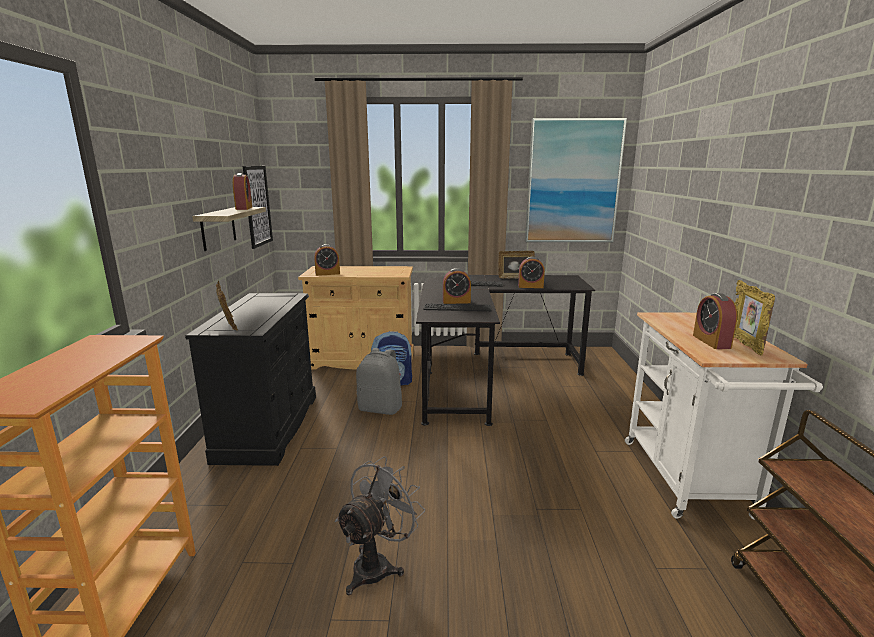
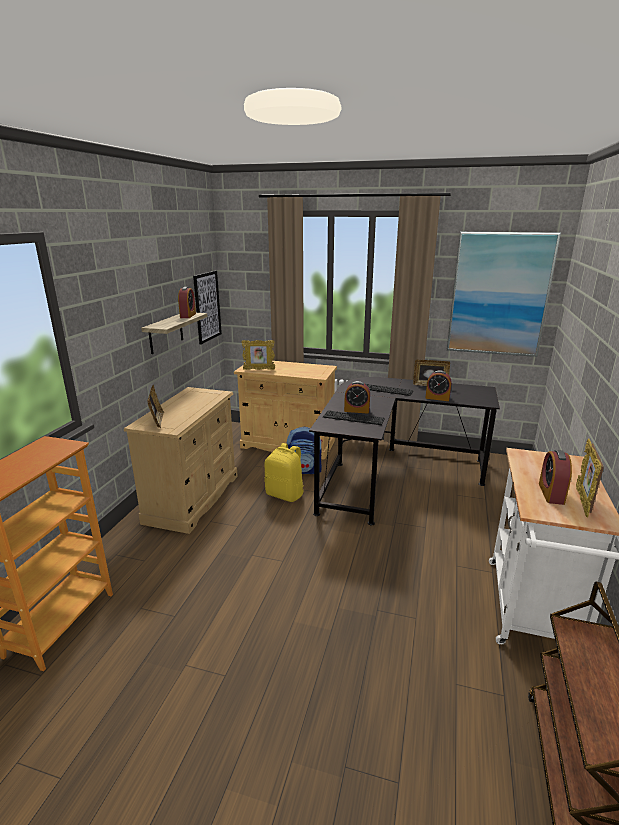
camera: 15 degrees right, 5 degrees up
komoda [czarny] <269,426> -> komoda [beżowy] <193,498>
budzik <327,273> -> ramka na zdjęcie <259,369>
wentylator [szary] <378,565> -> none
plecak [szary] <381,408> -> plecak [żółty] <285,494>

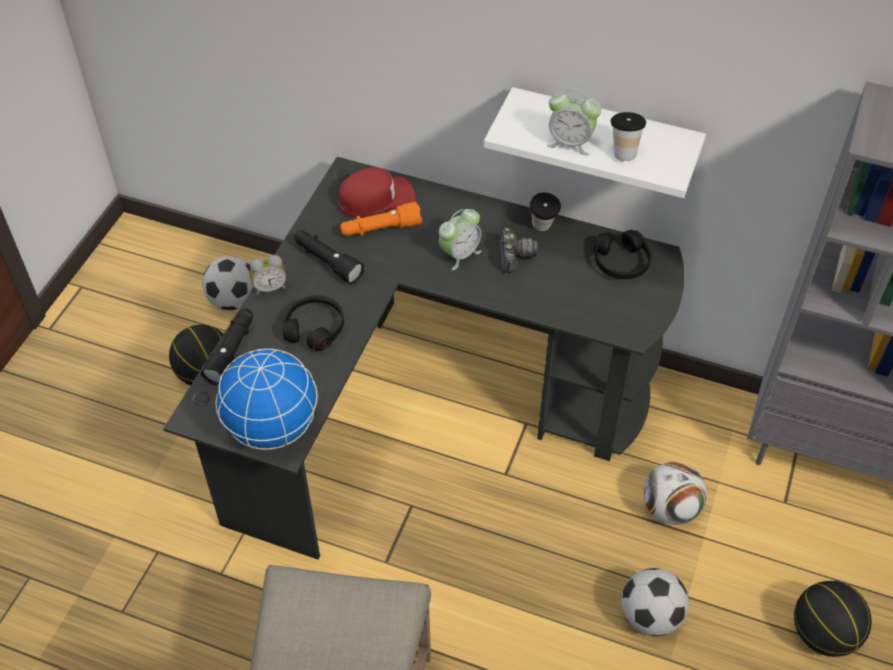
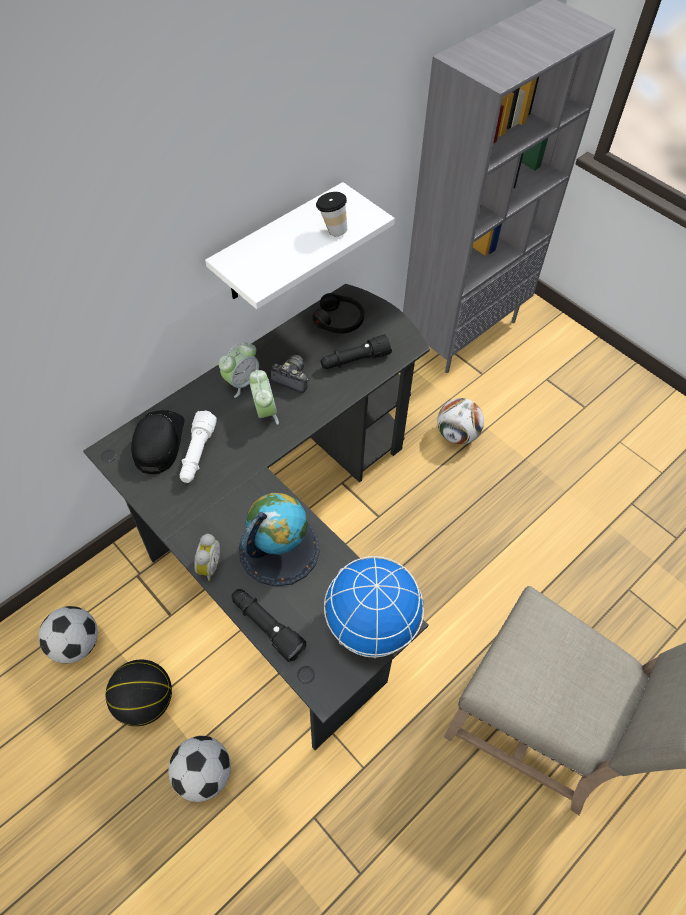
camera: 65 degrees left, 5 degrees up
słuchawki [czarny] <315,328> -> globus <279,548>
latarka [czarny] <327,262> -> latarka [czarny] <354,360>, shifted
czapka z daszkiem [czerwony] <376,198> -> czapka z daszkiem [czarny] <158,442>
latarka [pomarańczowy] <380,229> -> latarka [biały] <197,454>
filiżanka <542,229> -> none
budzik <570,143> -> budzik <242,382>, shifted
piłka futbolowa <650,616> -> piłka futbolowa <203,774>, shifted
piłka do koszykówki <823,634> -> none

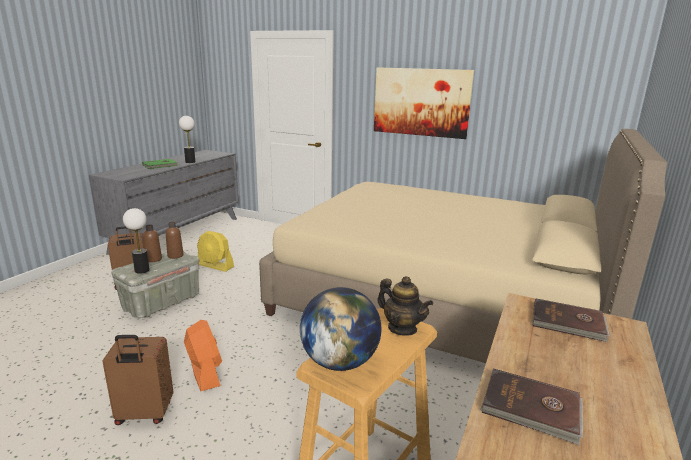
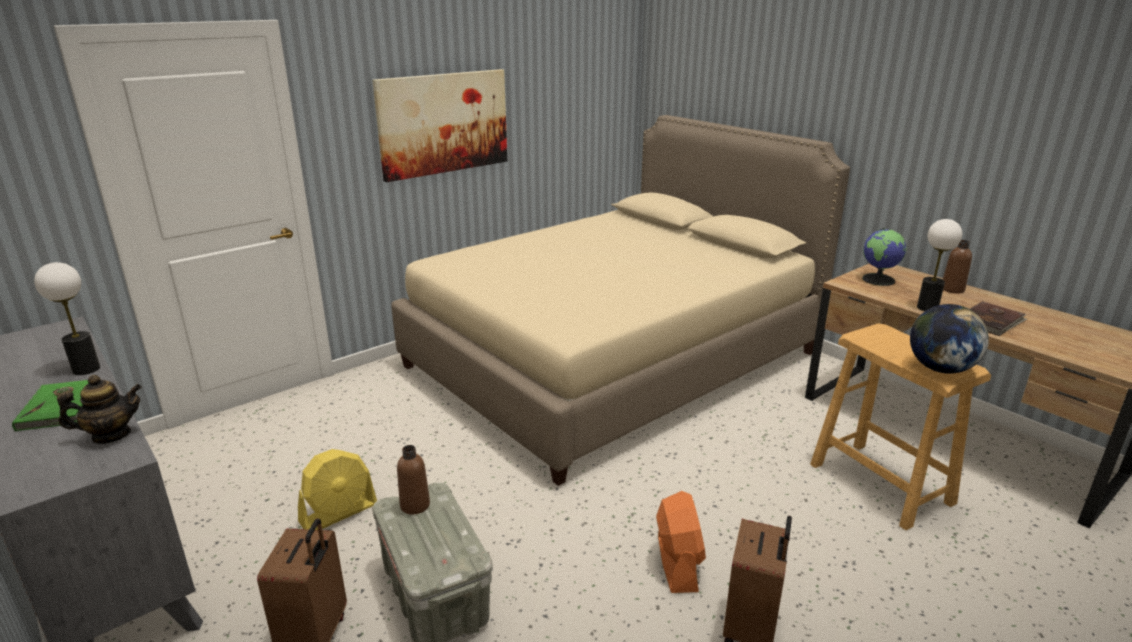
camera: 65 degrees left, 5 degrees up
lampa stołowa <142,270> -> lampa stołowa <927,308>, shifted
butelka [brązowy] <153,259> -> butelka [brązowy] <952,289>, shifted
wentylator [pomarańczowy] <205,372> -> wentylator [pomarańczowy] <677,563>, 90 degrees clockwise
imbryk <402,328> -> imbryk <111,435>, shifted
książka [brązowy] <568,323> -> globus <879,279>

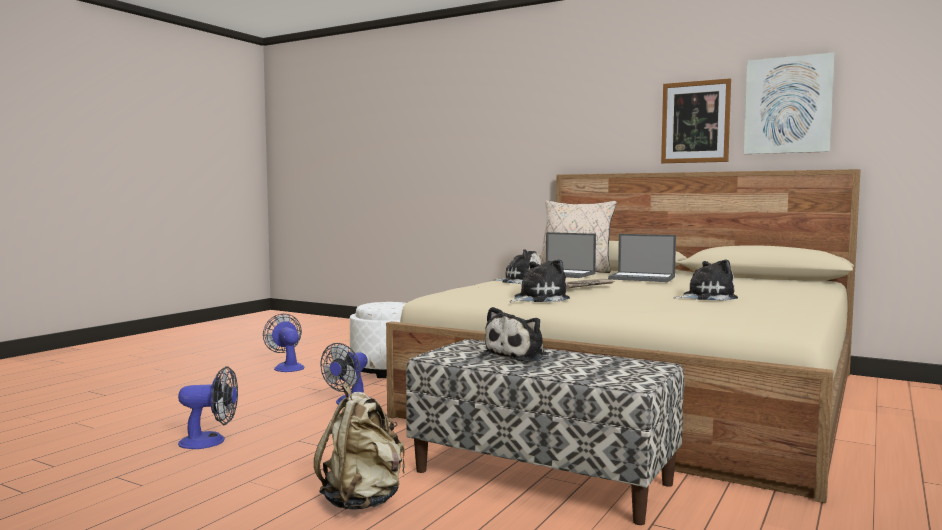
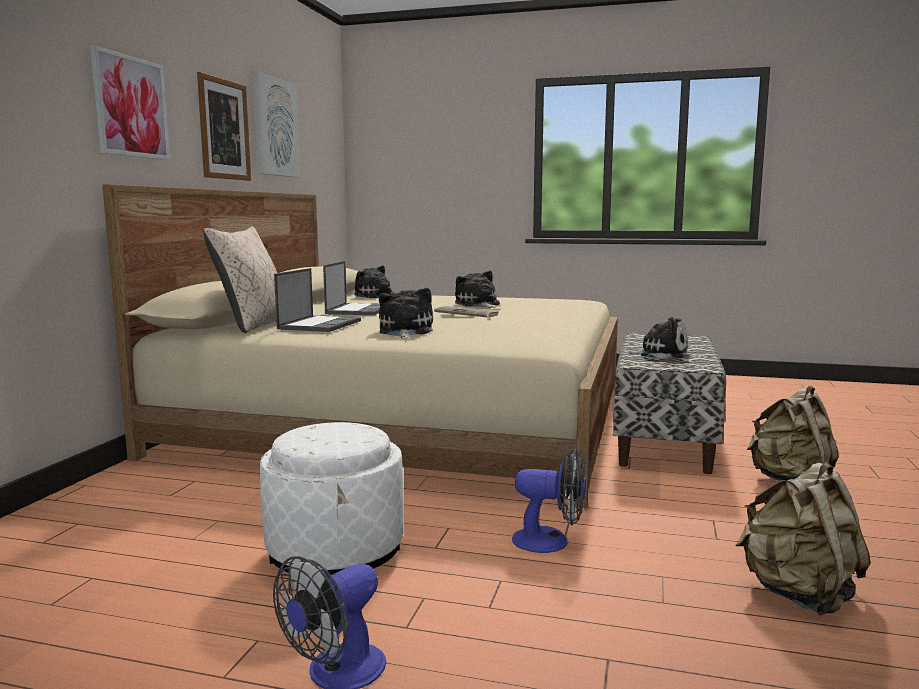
camera: 105 degrees left, 5 degrees up
wentylator <210,441> -> plecak [beżowy] <798,594>
pluszak <538,299> -> pluszak <376,296>, shifted
none -> obraz <131,107>

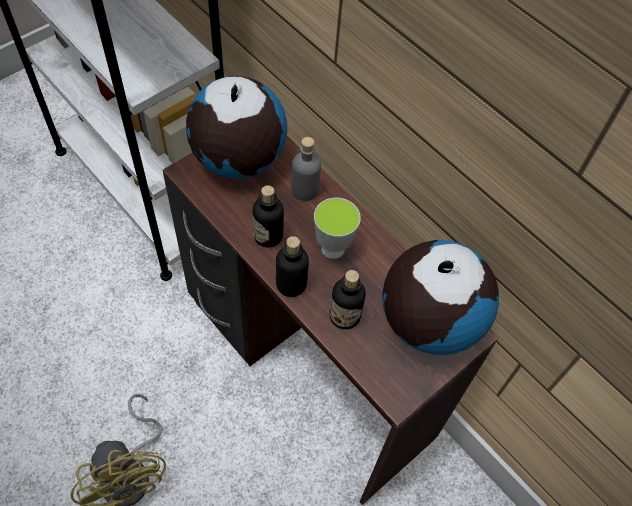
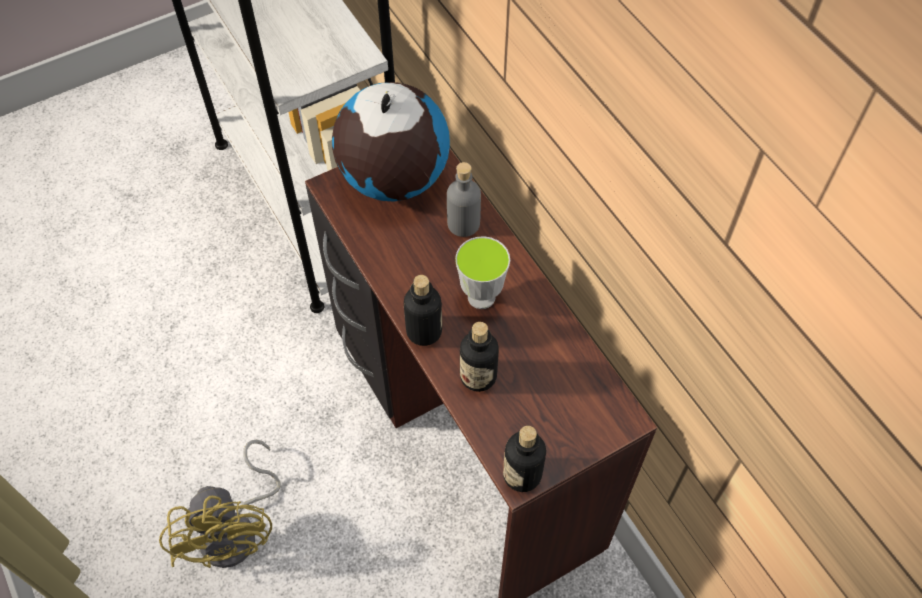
camera: 15 degrees right, 0 degrees up
butelka <268,236> -> butelka <522,474>, shifted
globus <428,321> -> none

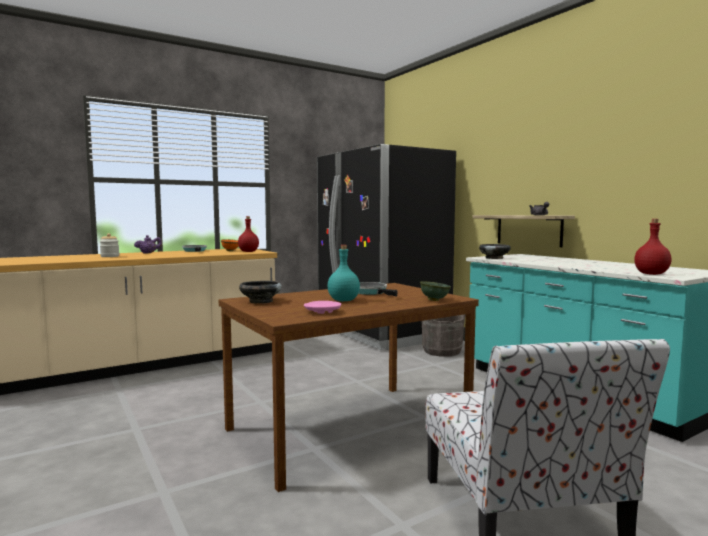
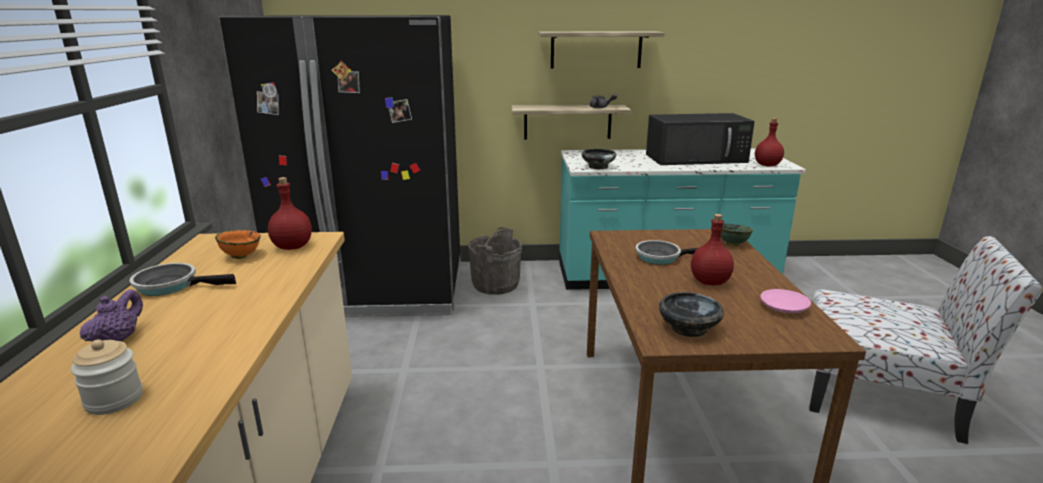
camera: 60 degrees left, 15 degrees up
butelka [turkusowy] <344,300> -> butelka [czerwony] <709,281>
none -> półka <596,49>
none -> mikrofalówka [czarny] <697,158>

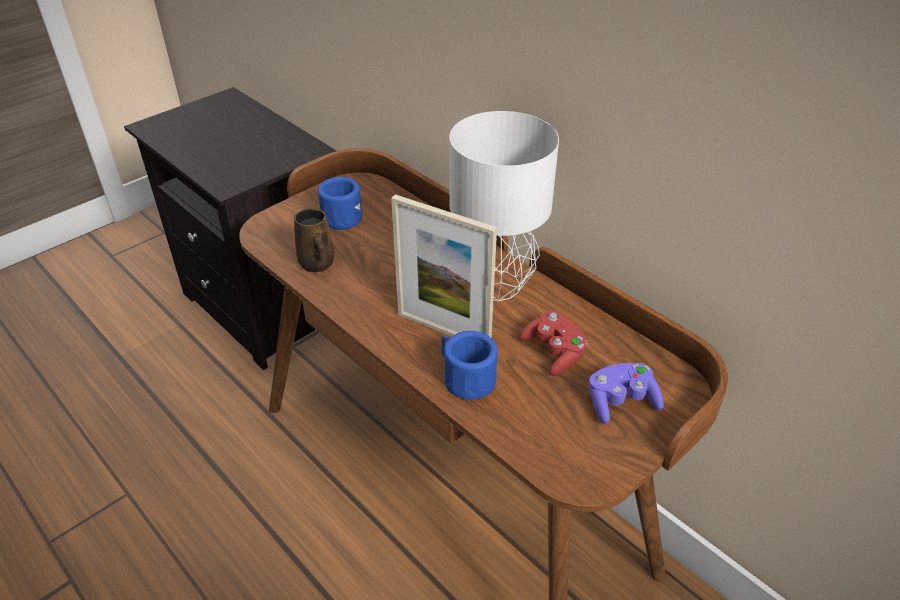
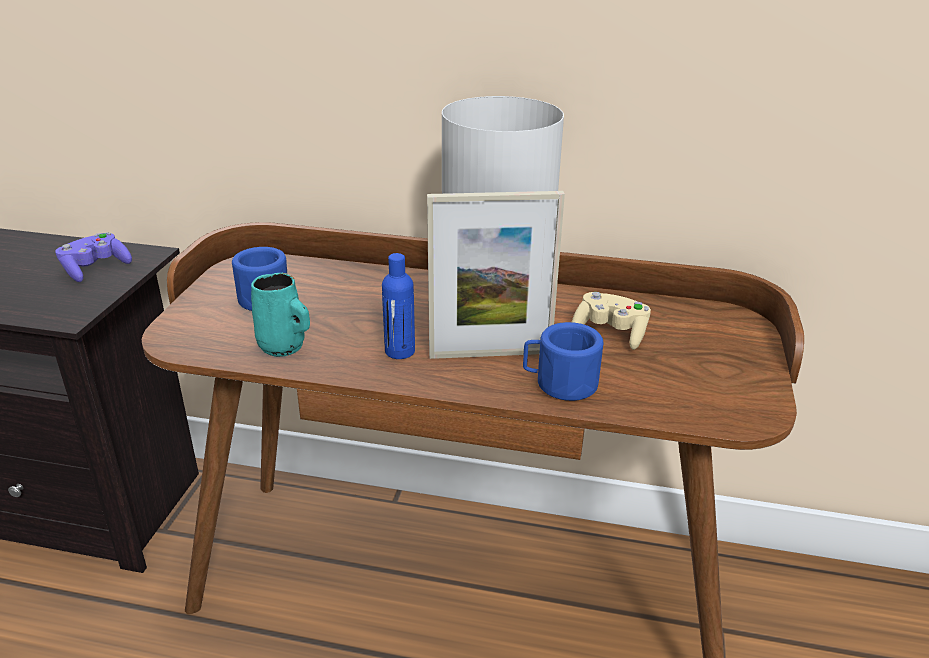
camera: 35 degrees left, 10 degrees down
kubek [brązowy] <317,264> -> kubek [turkusowy] <284,347>
pad do gier [czerwony] <554,352> -> pad do gier [beżowy] <610,333>
pad do gier [fioletowy] <621,402> -> pad do gier [fioletowy] <95,269>, shifted
none -> butelka [niebieski] <400,351>

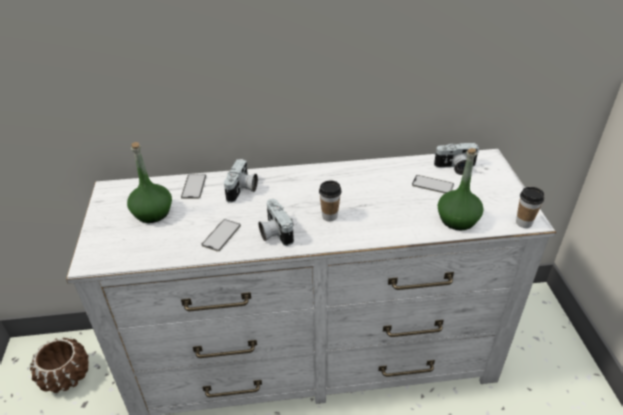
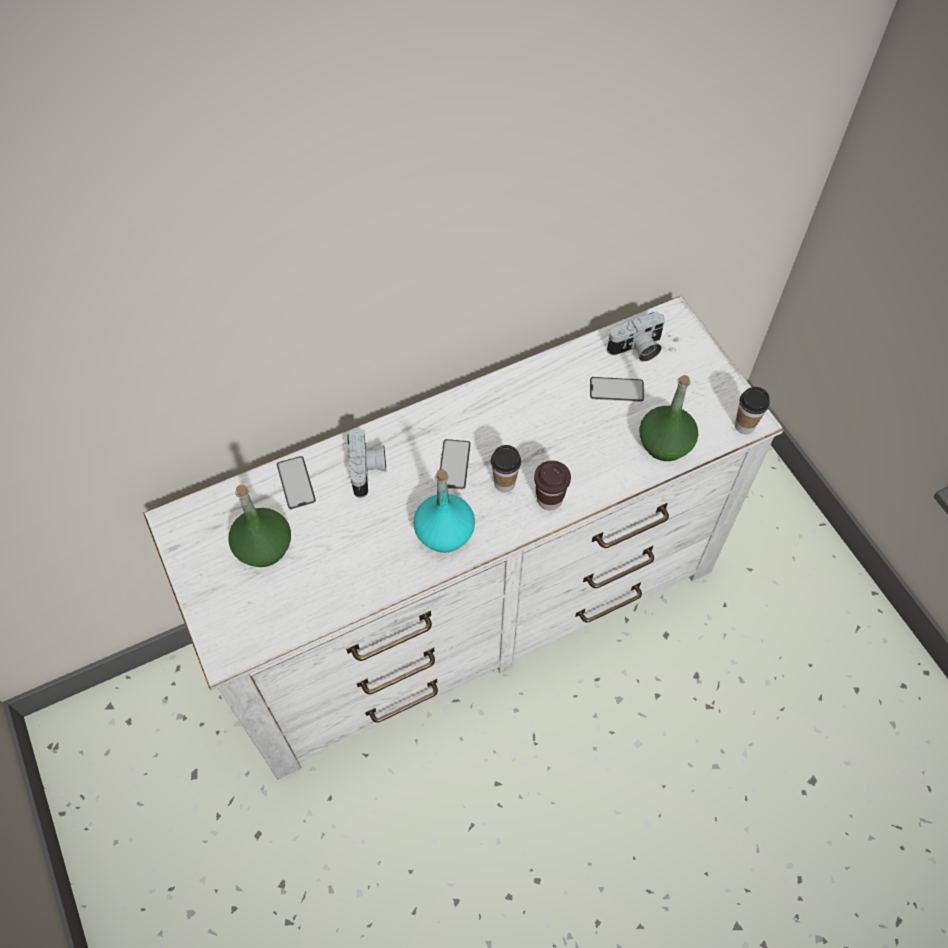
camera: 20 degrees left, 20 degrees up
donica [brązowy] <66,376> -> none
telefon <221,235> -> telefon <454,464>, shifted
aparat fotograficzny <274,233> -> butelka [turkusowy] <445,532>
none -> filiżanka [brązowy] <549,499>

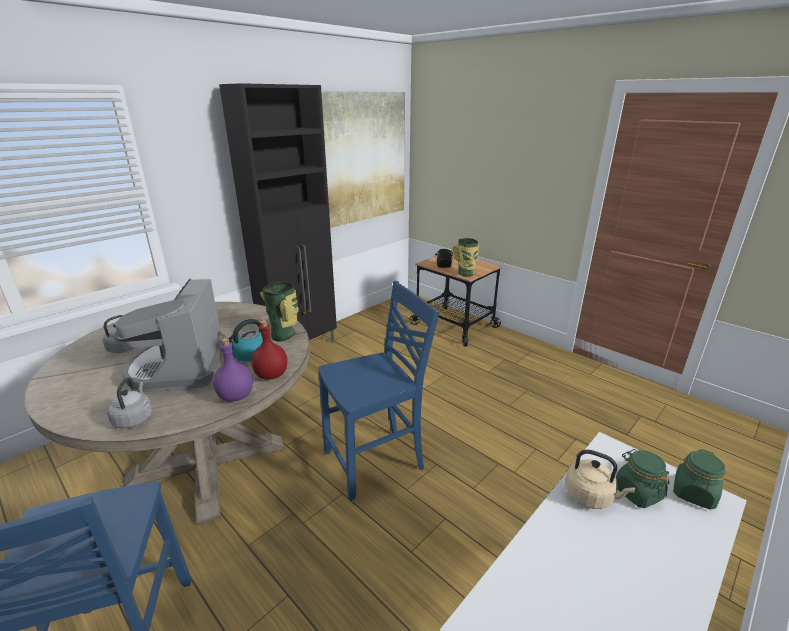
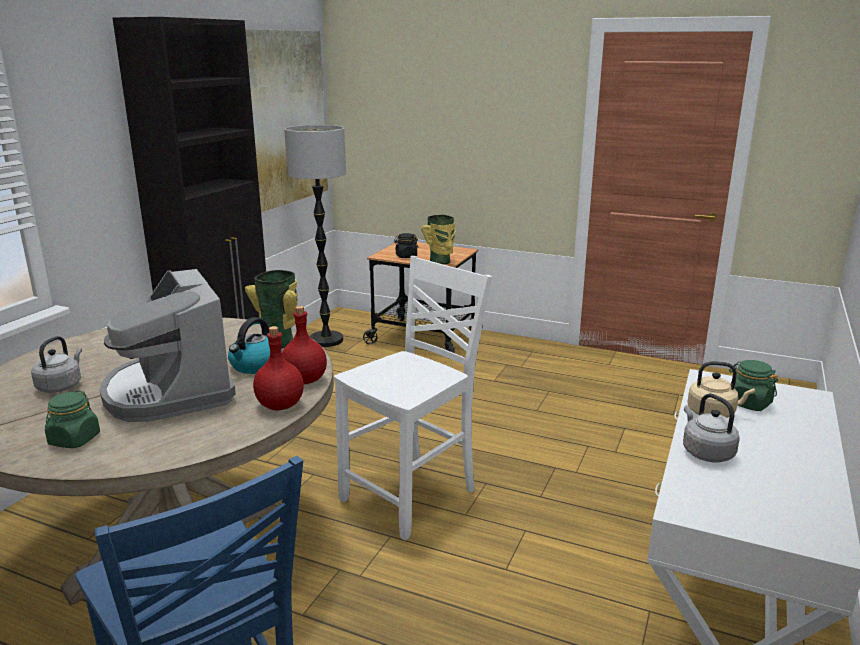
camera: 20 degrees left, 5 degrees down
czajnik [szary] <134,418> -> czajnik [szary] <705,452>, shifted
butelka [fioletowy] <235,396> -> butelka [czerwony] <279,406>
krzesło [niebieski] <376,461> -> krzesło [biały] <412,496>
słoik [zielony] <693,493> -> słoik [zielony] <74,440>, shifted
none -> lampa stojąca <326,340>

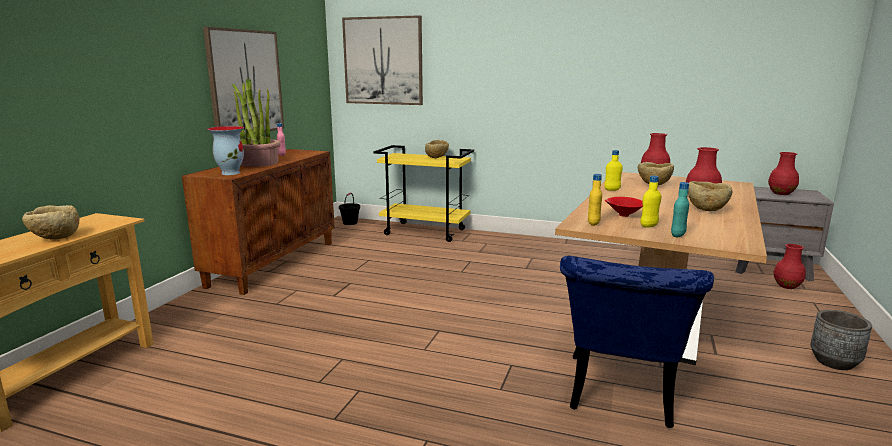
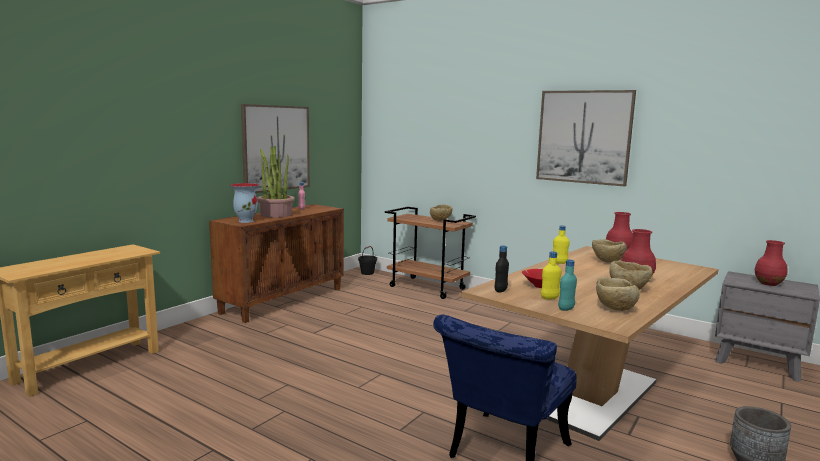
camera: 15 degrees right, 5 degrees down
miska [beżowy] <56,238> -> miska [beżowy] <614,309>, shifted
obraz <383,61> -> obraz <583,137>, shifted
wózek [żółty] <426,232> -> wózek [brązowy] <428,288>
butelka [żółty] <593,223> -> butelka [czarny] <500,290>
wazon [czerwony] <787,286> -> none

